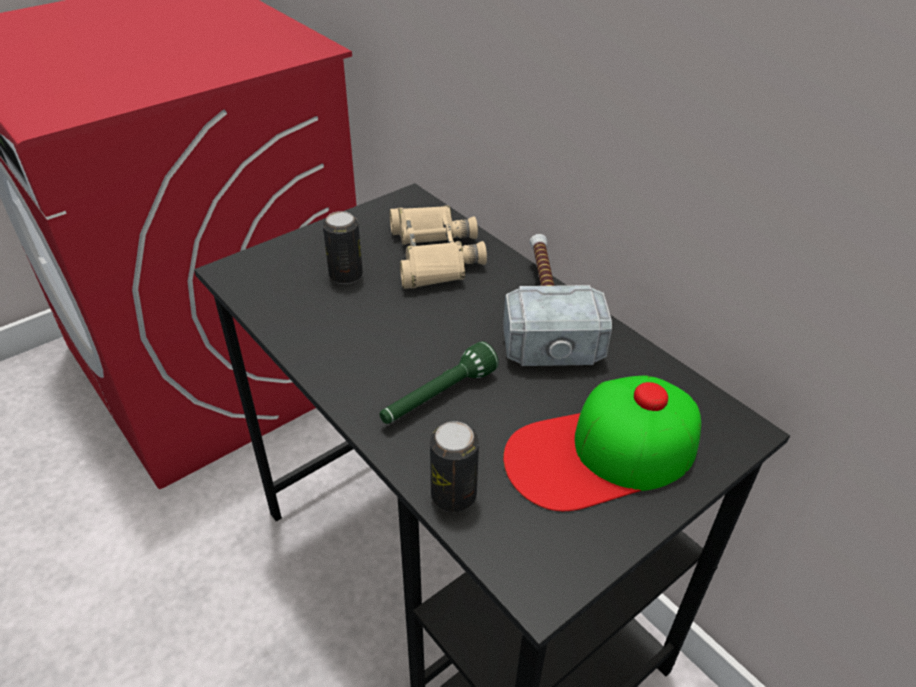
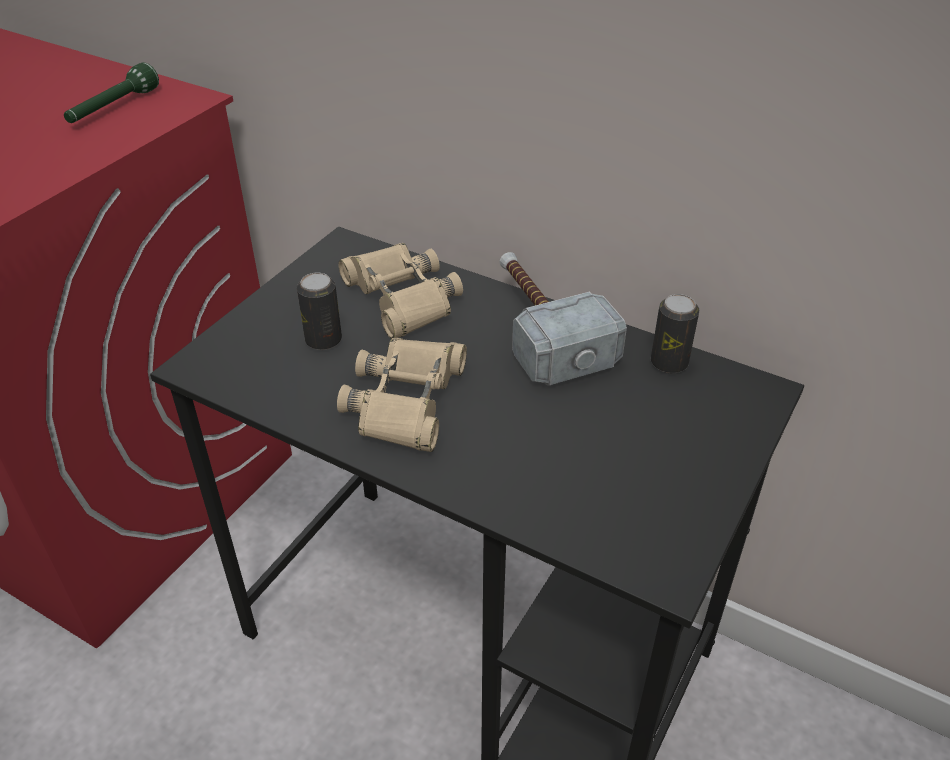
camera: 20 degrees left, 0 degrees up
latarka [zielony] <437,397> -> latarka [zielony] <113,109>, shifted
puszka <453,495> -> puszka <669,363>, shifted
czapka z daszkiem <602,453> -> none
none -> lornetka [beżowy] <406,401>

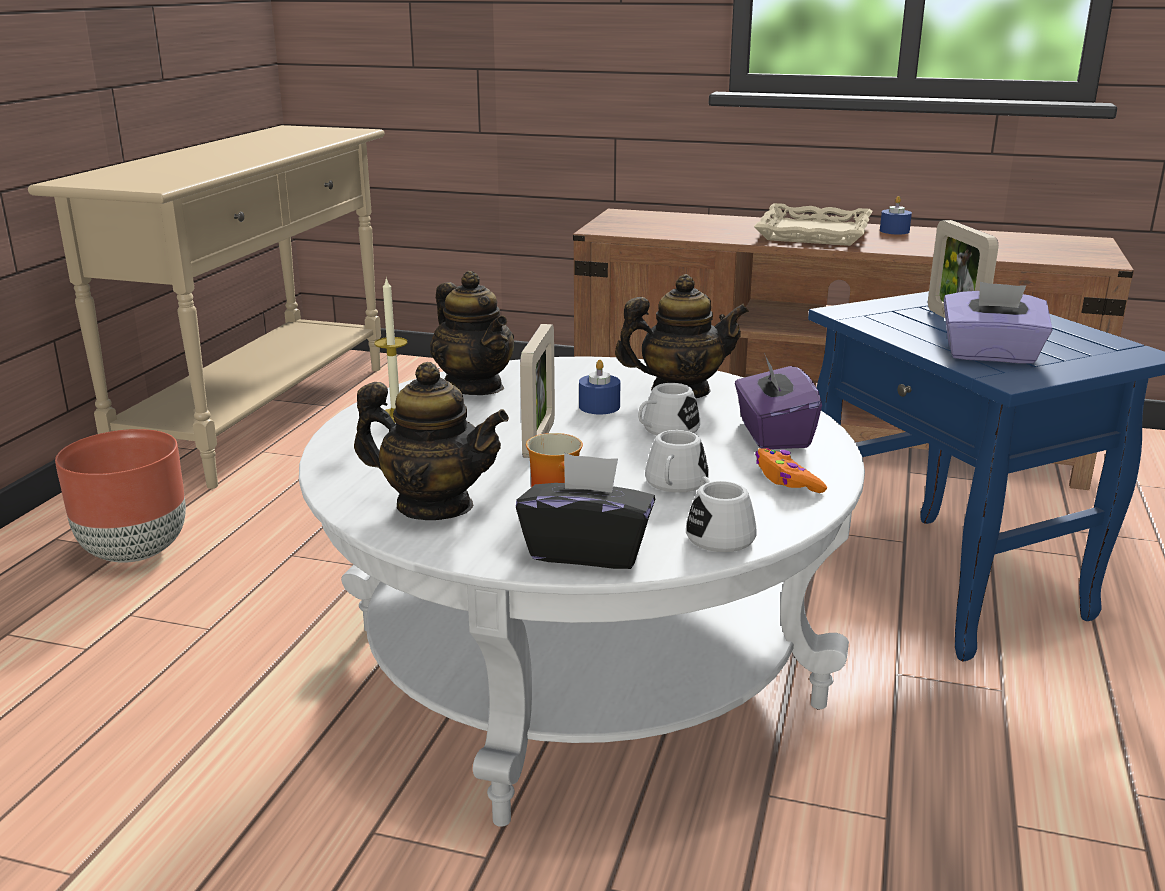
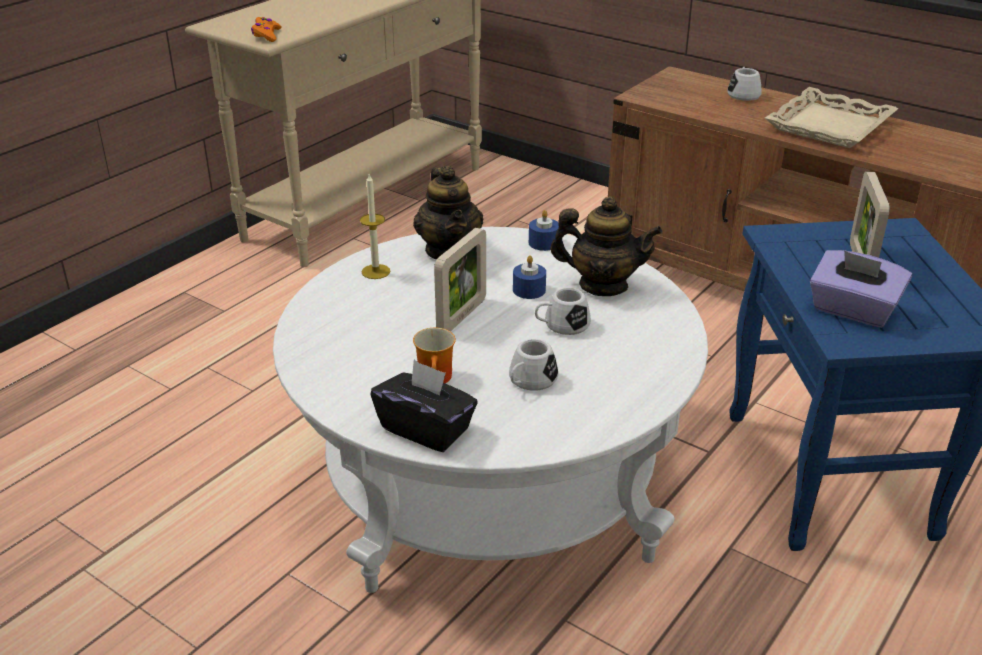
camera: 20 degrees right, 10 degrees up
donica [brązowy] <134,552> -> none
imbryk <434,506> -> none
kubek [biały] <716,534> -> kubek [biały] <743,94>, shifted
pudełko chusteczek [fioletowy] <773,434> -> none
pad do gier [pomarańczowy] <787,480> -> pad do gier [pomarańczowy] <266,35>, shifted
świeca [niebieski] <894,231> -> świeca [niebieski] <543,243>, shifted

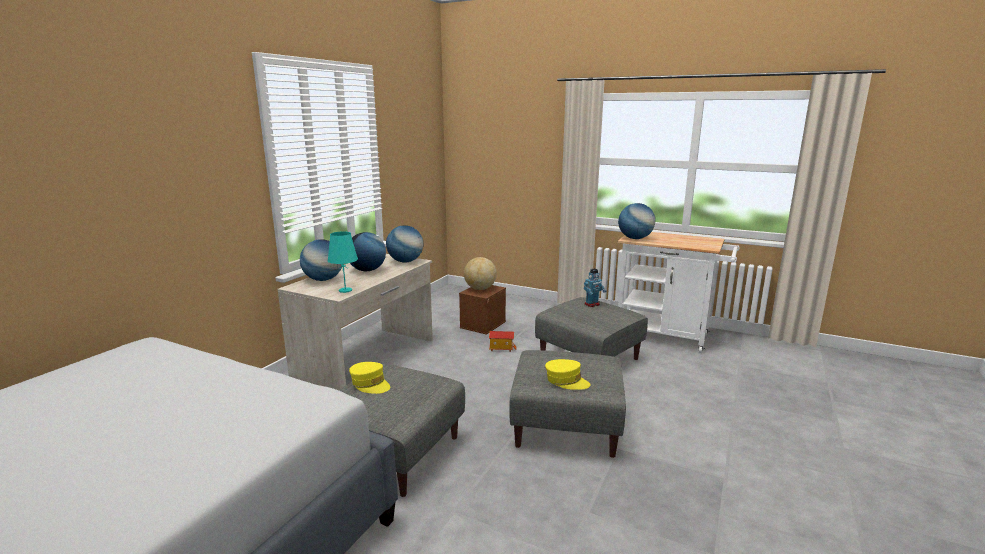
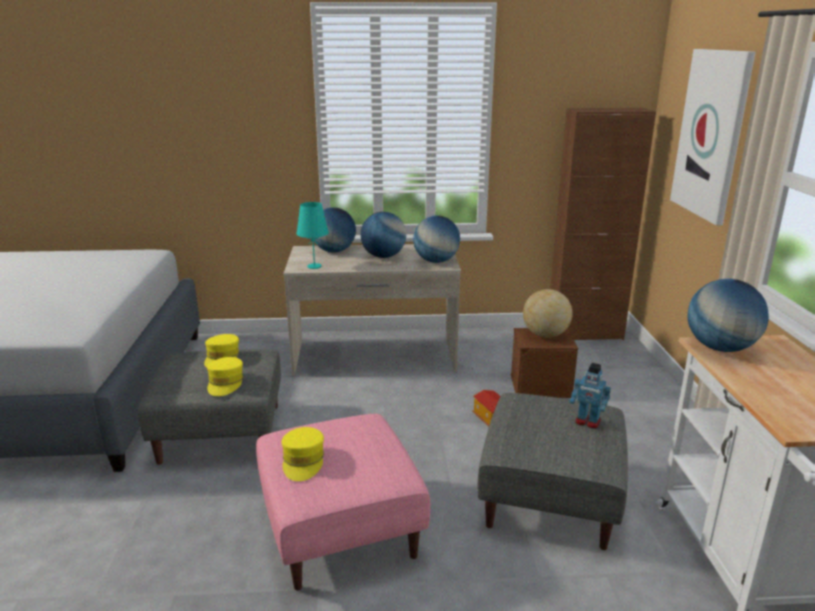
camera: 60 degrees right, 5 degrees up
pufa [szary] <566,426> -> pufa [różowy] <341,528>
none -> czapka z daszkiem [żółty] <225,383>
none -> szafka [brązowy] <584,334>
none -> obraz <712,134>

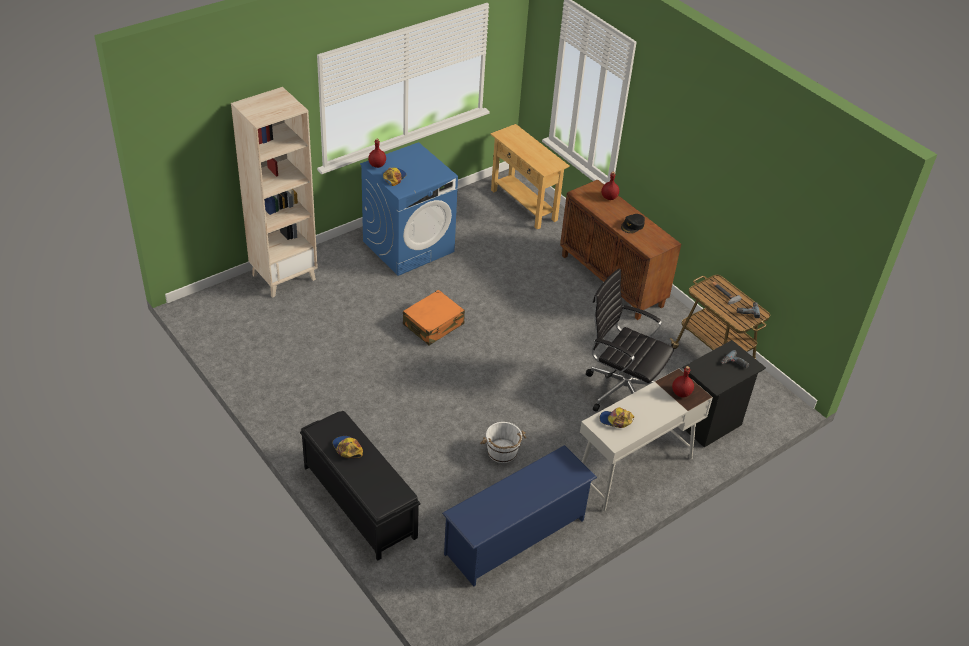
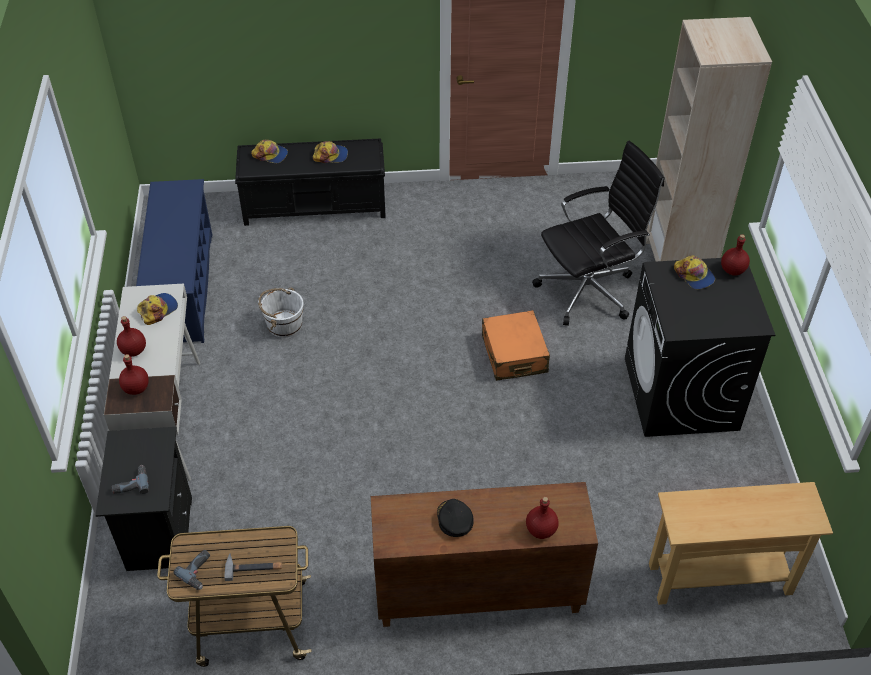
camera: 125 degrees right, 5 degrees up
pralka [niebieski] <409,246> -> pralka [czarny] <681,394>
krzesło biurowe [czarny] <621,390> -> krzesło biurowe [czarny] <589,290>, shifted
none -> butelka [czerwony] <133,350>
none -> czapka z daszkiem <270,154>

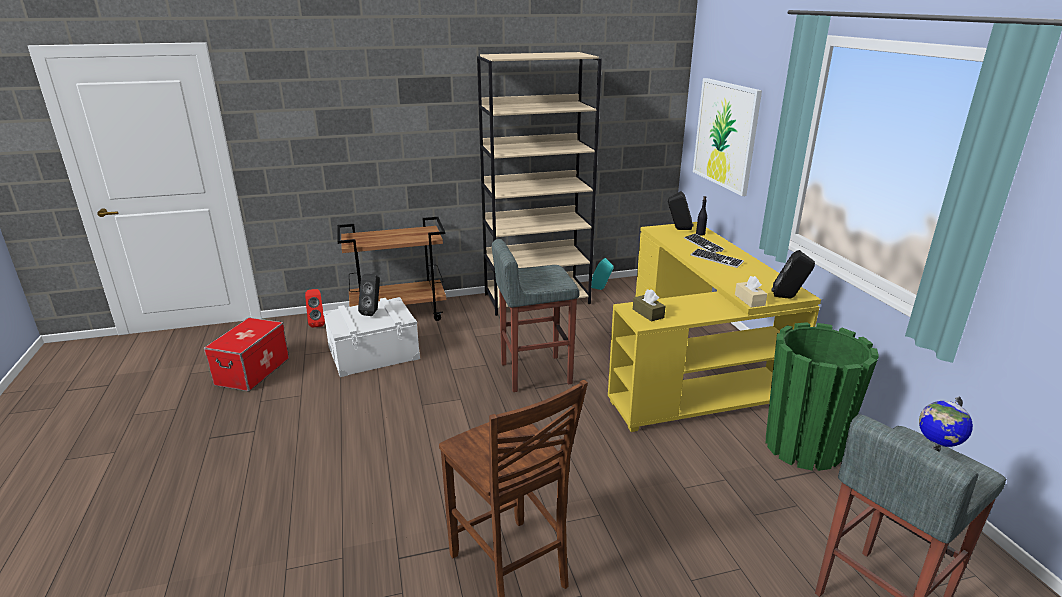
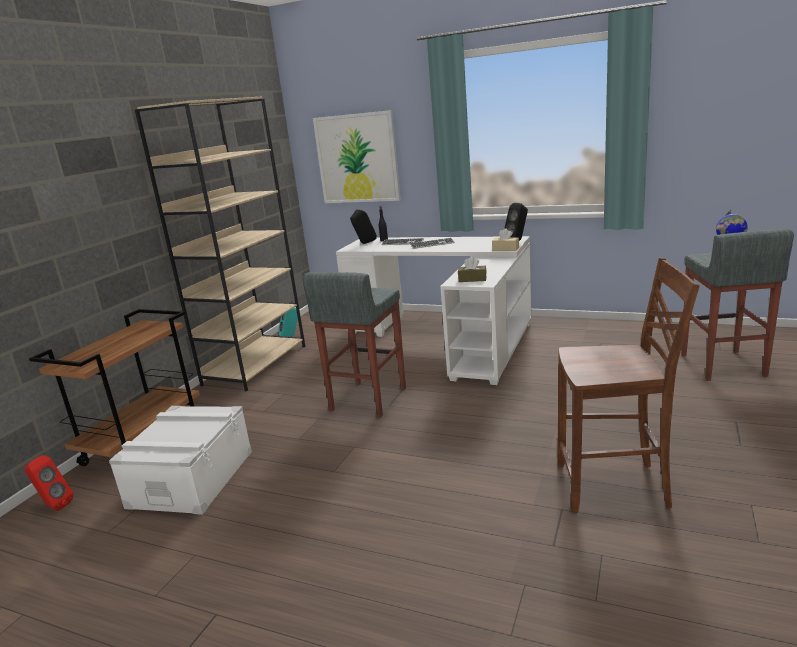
camera: 50 degrees left, 5 degrees down
pojemnik do przechowywania <252,371> -> none
głośnik [czarny] <373,312> -> none
biurko [żółty] <697,366> -> biurko [biały] <449,337>
donica [zielony] <803,446> -> none

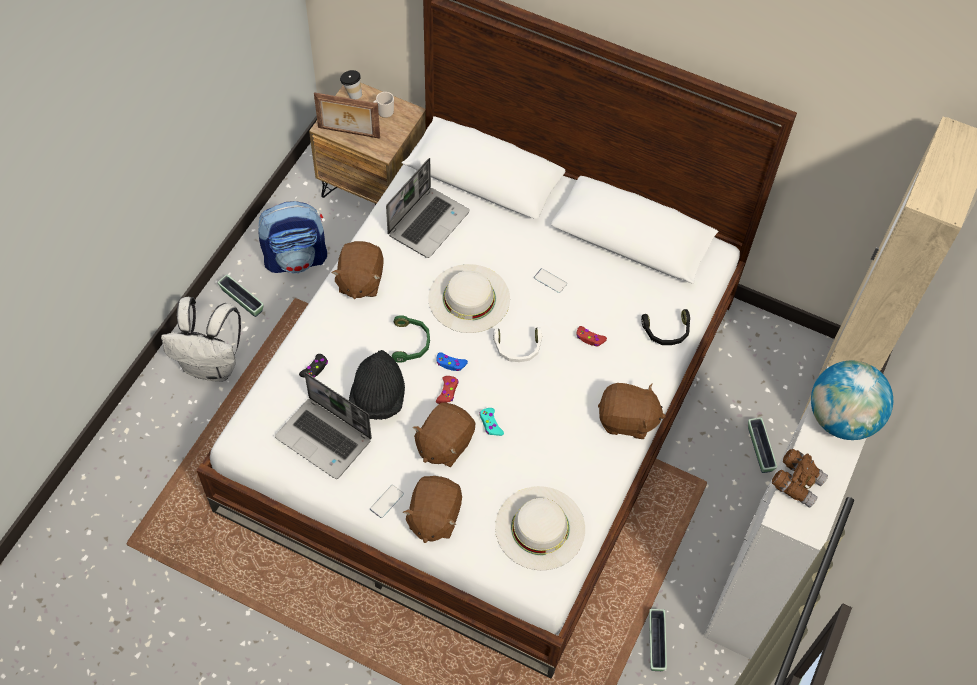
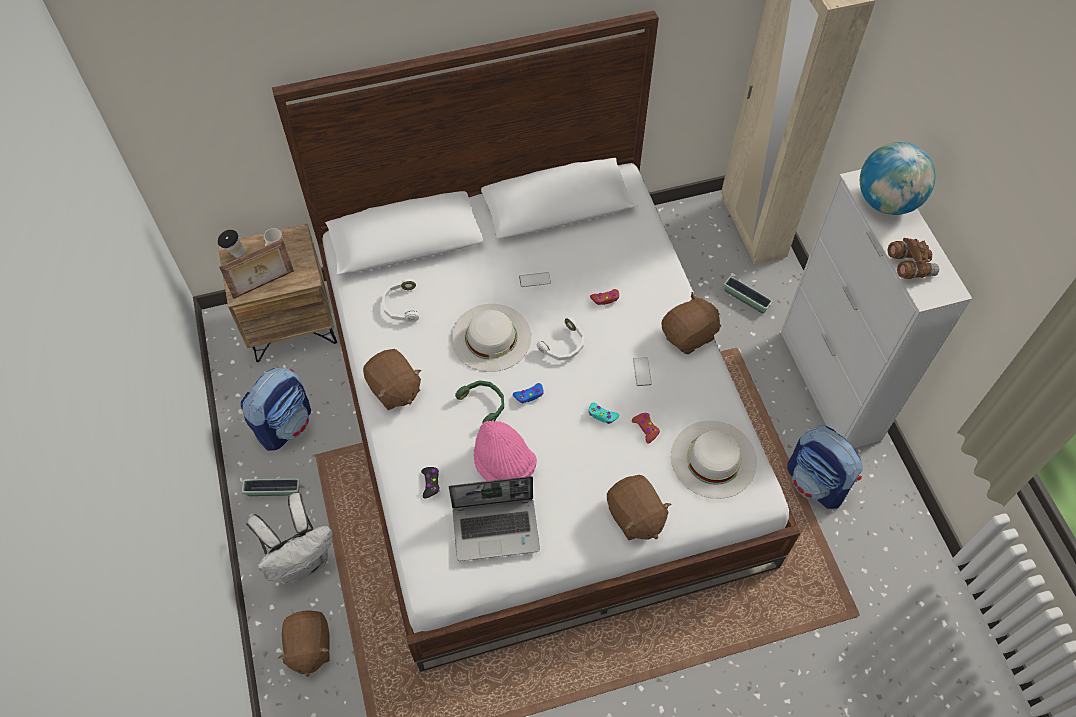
camera: 40 degrees left, 0 degrees up
kapelusz [czarny] <378,398> -> kapelusz [różowy] <504,464>
telefon <386,501> -> telefon <642,372>, shifted
laptop <428,222> -> słuchawki [biały] <400,305>
pluszak [brązowy] <444,444> -> pluszak [brązowy] <309,647>, shifted
pad do gier [czerwony] <447,391> -> pad do gier [czerwony] <646,428>, shifted
słuchawki [czarny] <666,332> -> none
donica <655,643> -> plecak <816,483>

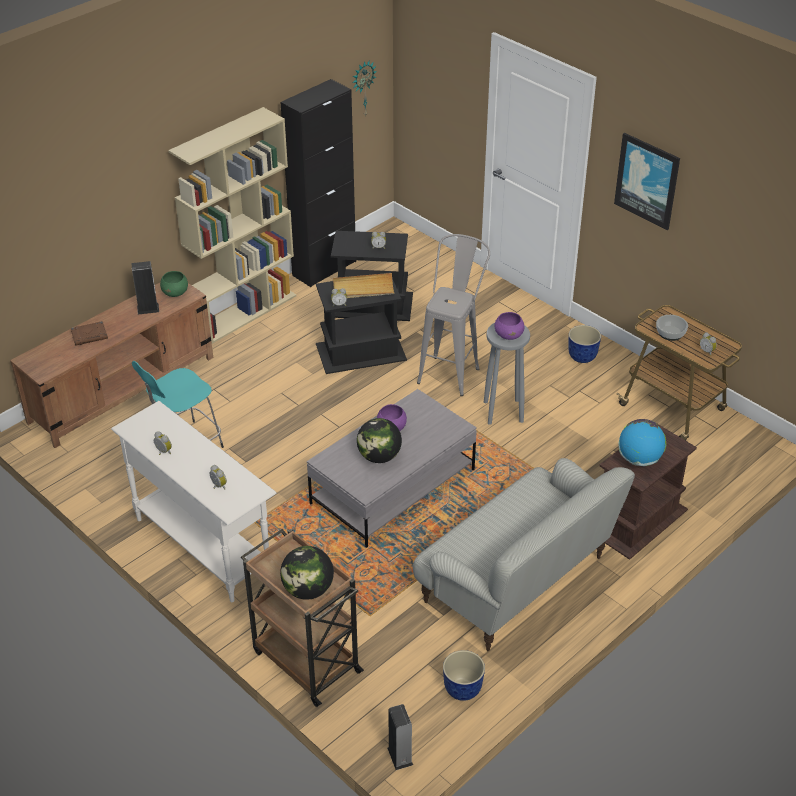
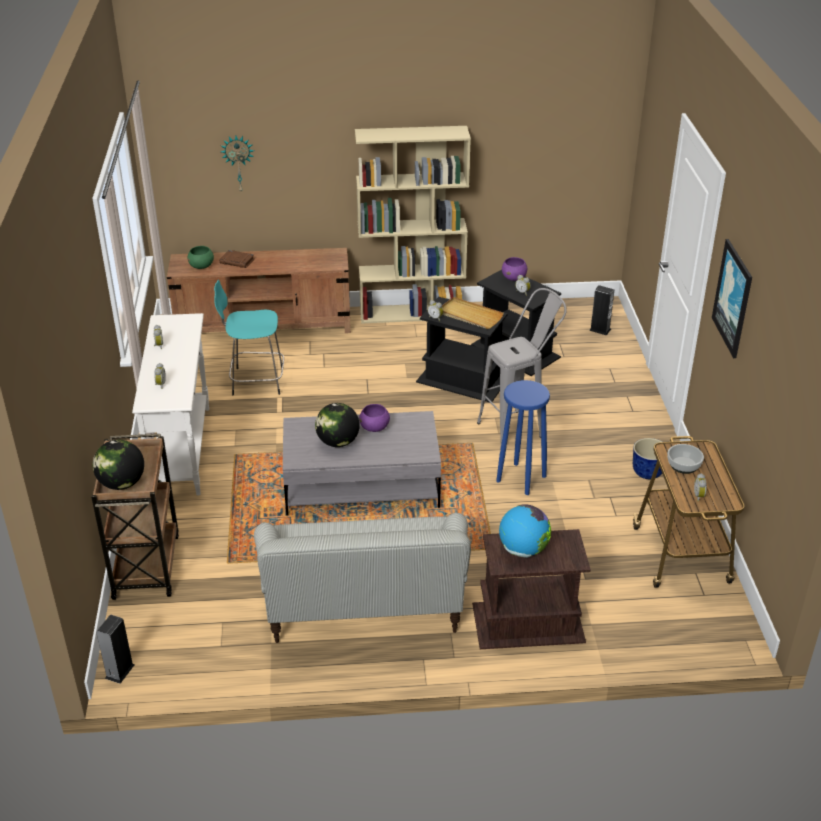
camera: 40 degrees right, 5 degrees down
głośnik <148,309> -> głośnik <600,330>, shifted
miska [zielony] <175,293> -> miska [zielony] <202,266>, shifted
szafka [czarny] <324,268> -> none
zegar ścienny <363,88> -> zegar ścienny <238,163>, shifted
donica <463,690> -> none
stołek [szary] <503,412> -> stołek [niebieski] <520,479>
miska [fioletowy] <509,335> -> miska [fioletowy] <514,278>, shifted

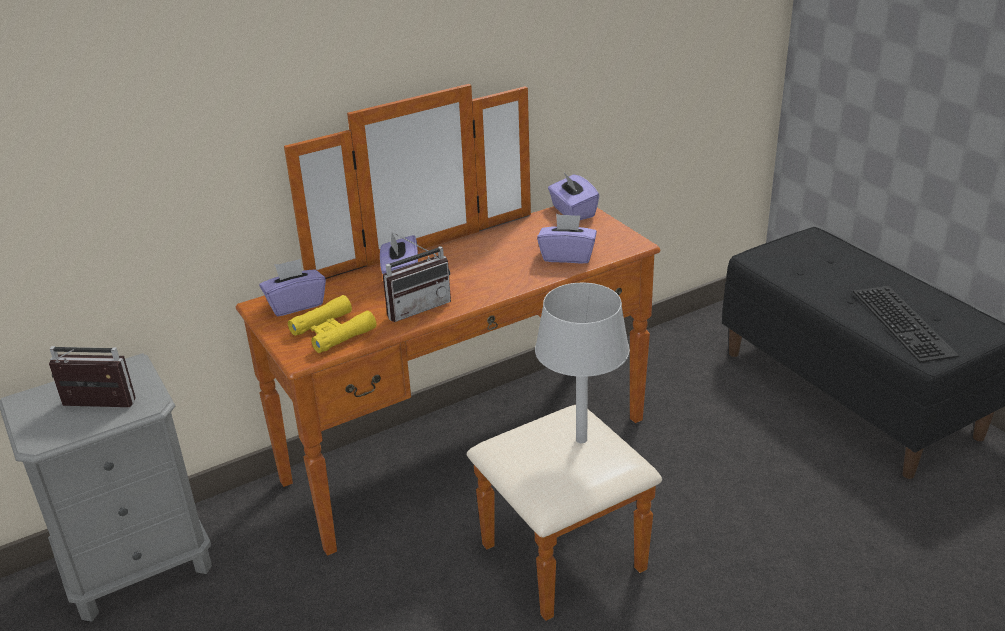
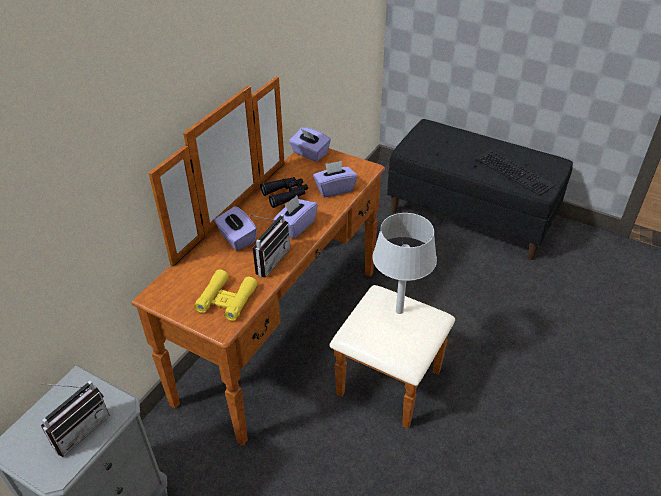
camera: 30 degrees left, 10 degrees up
radio <95,408> -> radio <78,428>, 150 degrees clockwise
pudełko chusteczek [fioletowy] <295,304> -> pudełko chusteczek [fioletowy] <295,226>, shifted
none -> lornetka [czarny] <286,195>

